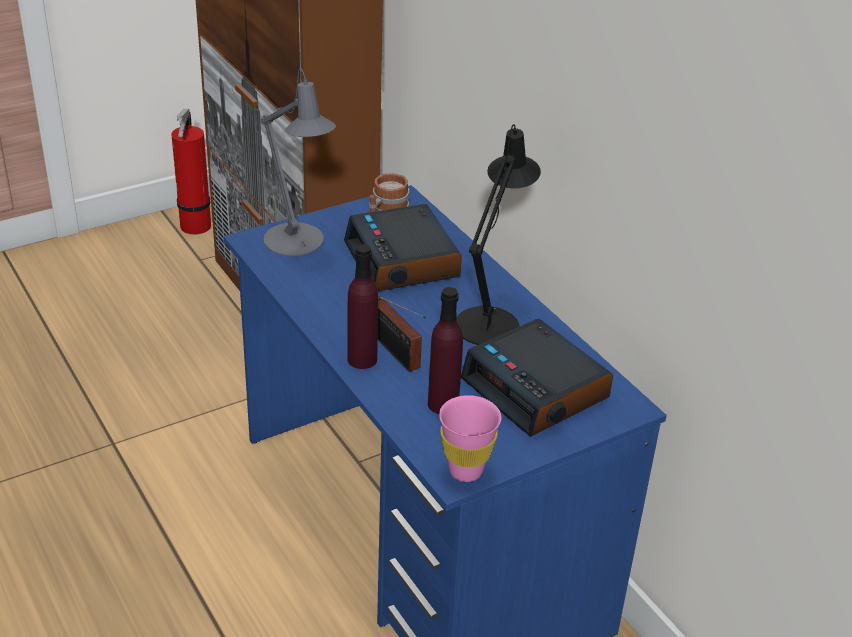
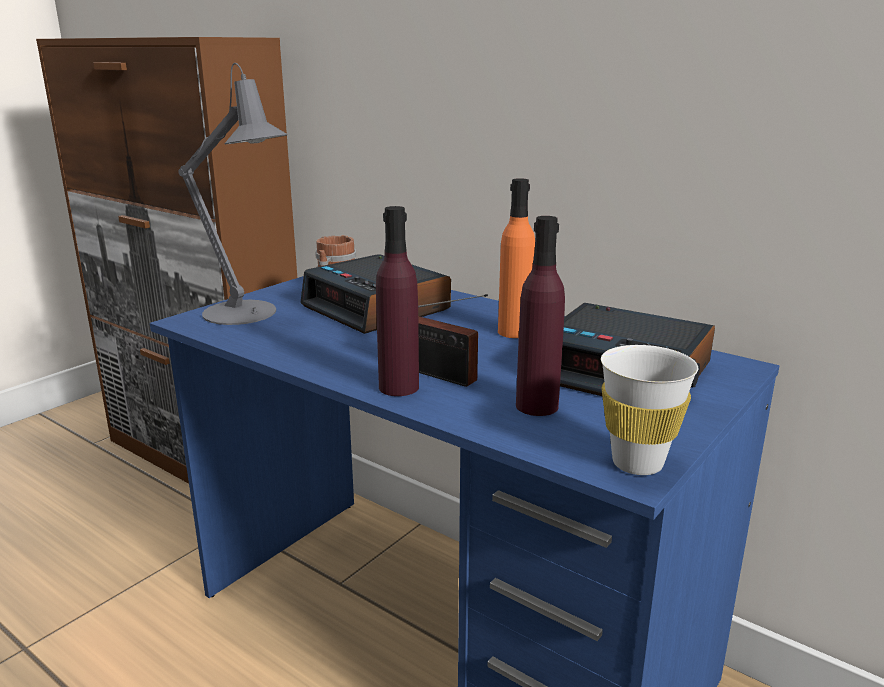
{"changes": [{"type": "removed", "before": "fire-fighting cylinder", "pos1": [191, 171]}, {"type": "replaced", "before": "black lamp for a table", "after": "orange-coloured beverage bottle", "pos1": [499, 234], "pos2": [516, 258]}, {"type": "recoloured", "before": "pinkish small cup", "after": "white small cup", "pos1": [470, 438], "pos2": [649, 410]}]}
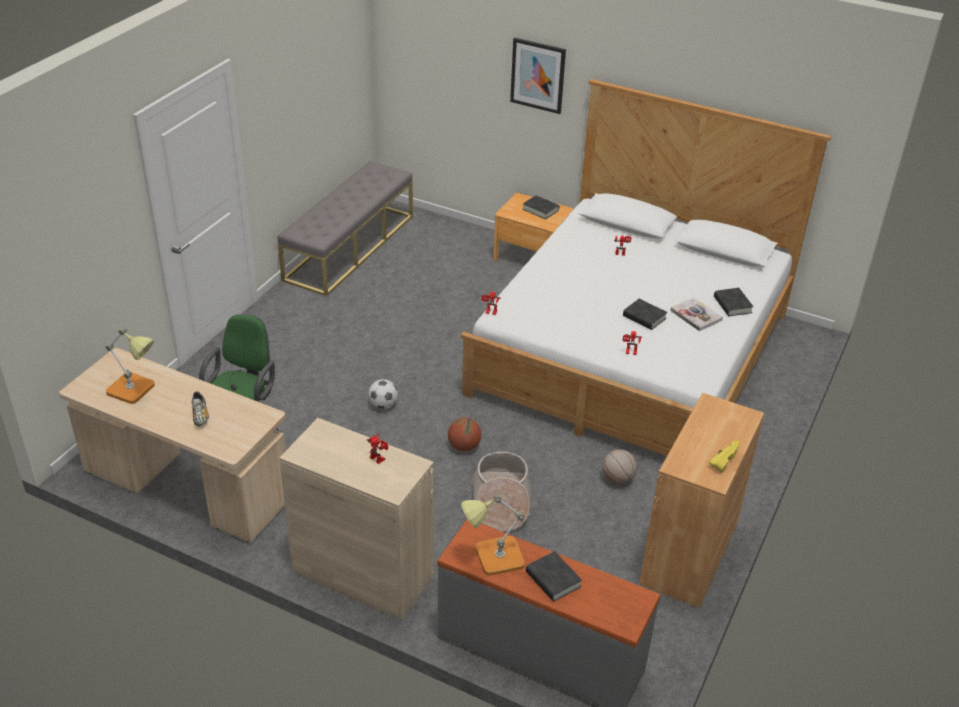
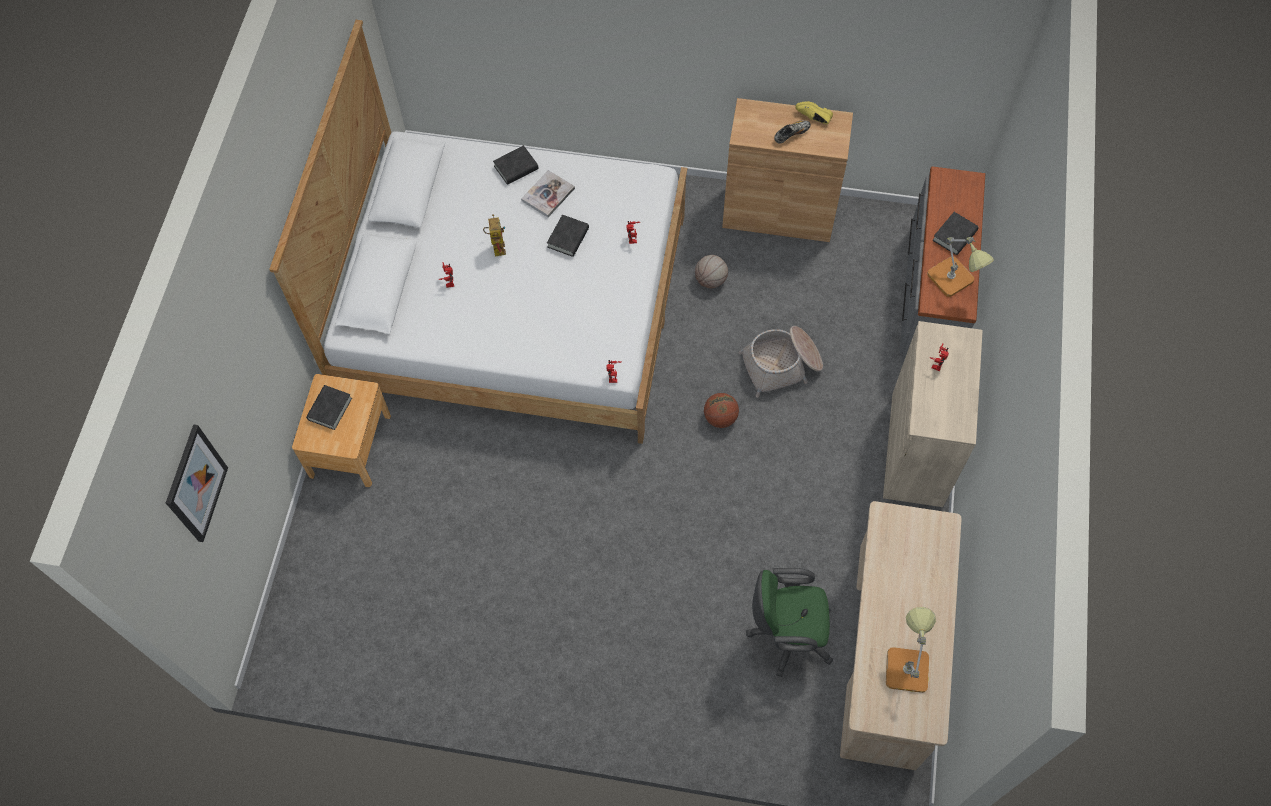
{"changes": [{"type": "moved", "before": "wall art", "pos1": [538, 76], "pos2": [197, 483]}, {"type": "removed", "before": "gray indoor bench", "pos1": [345, 228]}, {"type": "removed", "before": "football", "pos1": [383, 394]}, {"type": "moved", "before": "item of footwear", "pos1": [200, 408], "pos2": [792, 132]}, {"type": "added", "after": "toy robot", "pos2": [494, 235]}]}
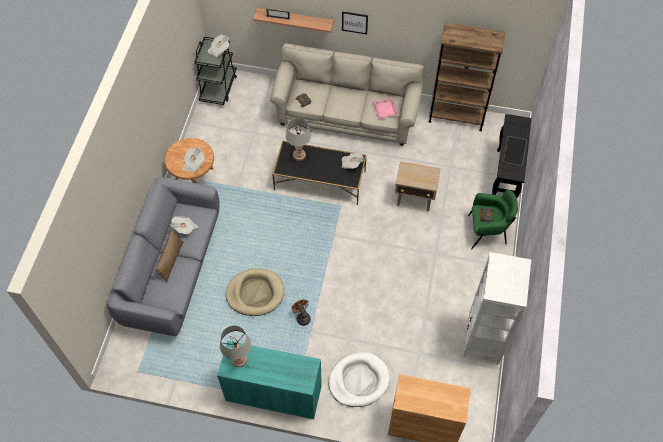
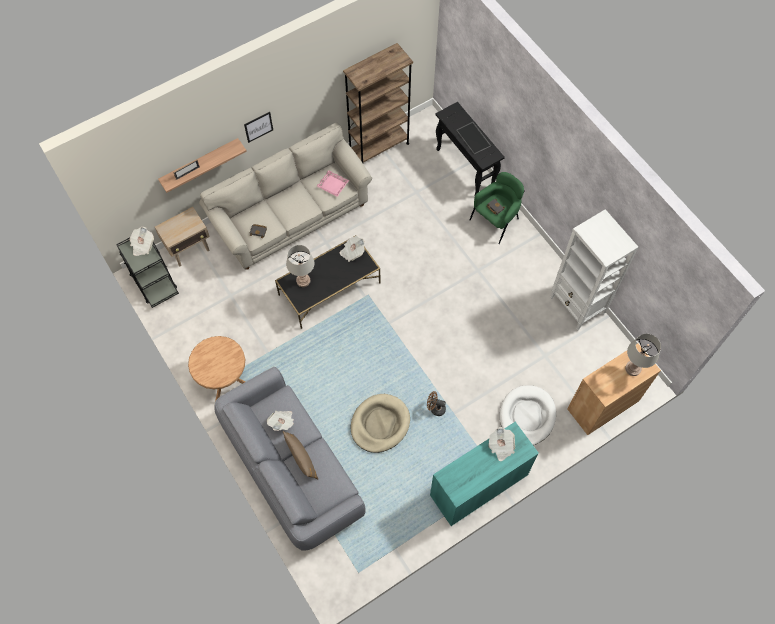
{"changes": [{"type": "moved", "before": "newspaper", "pos1": [194, 159], "pos2": [501, 444]}, {"type": "moved", "before": "beige-coloured side table", "pos1": [418, 186], "pos2": [182, 236]}, {"type": "moved", "before": "gray lamp for a table", "pos1": [235, 346], "pos2": [643, 355]}]}
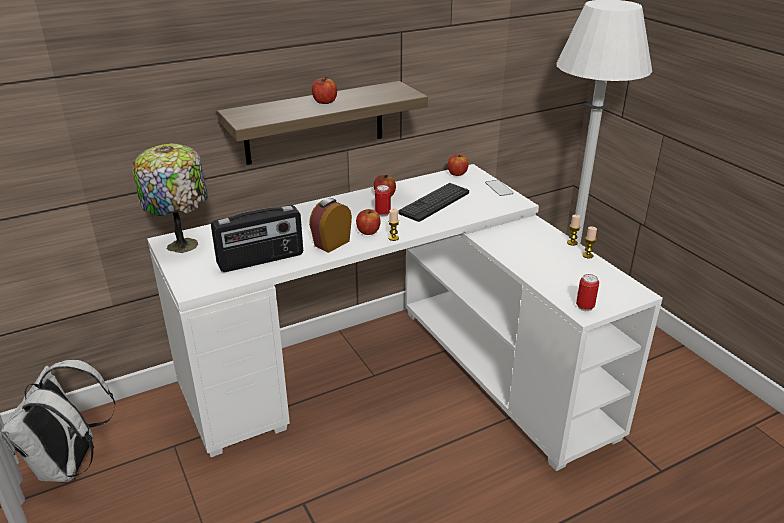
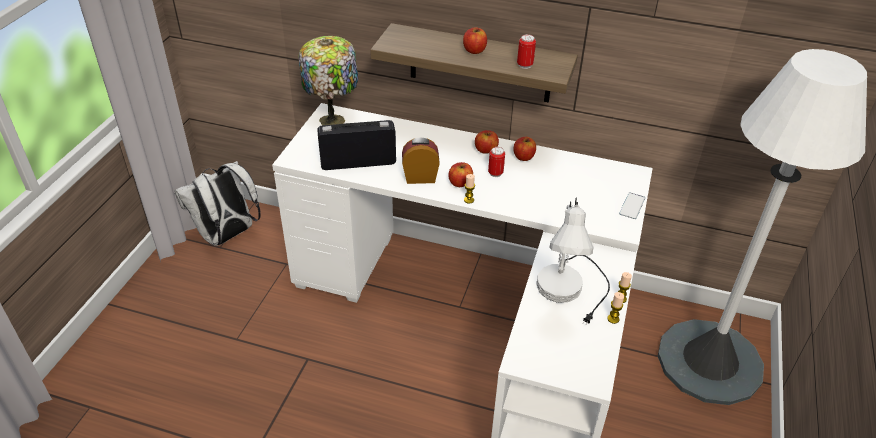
{"changes": [{"type": "moved", "before": "apple fruit", "pos1": [458, 165], "pos2": [487, 142]}, {"type": "removed", "before": "computer keyboard", "pos1": [433, 202]}, {"type": "turned", "before": "radio receiver", "pos1": [257, 238], "pos2": [356, 145], "turn": 150}, {"type": "moved", "before": "can", "pos1": [587, 292], "pos2": [526, 51]}, {"type": "added", "after": "white lamp for a table", "pos2": [573, 260]}]}
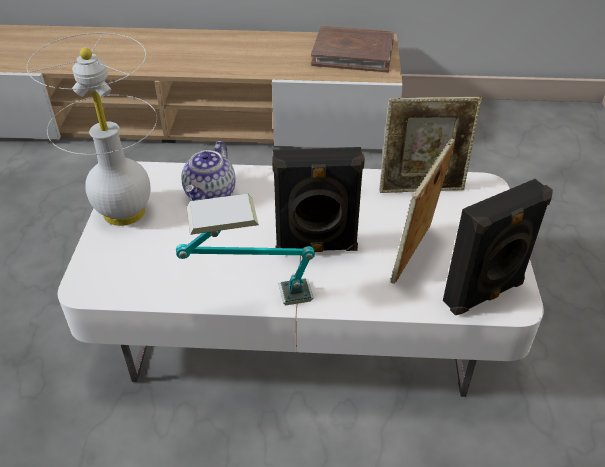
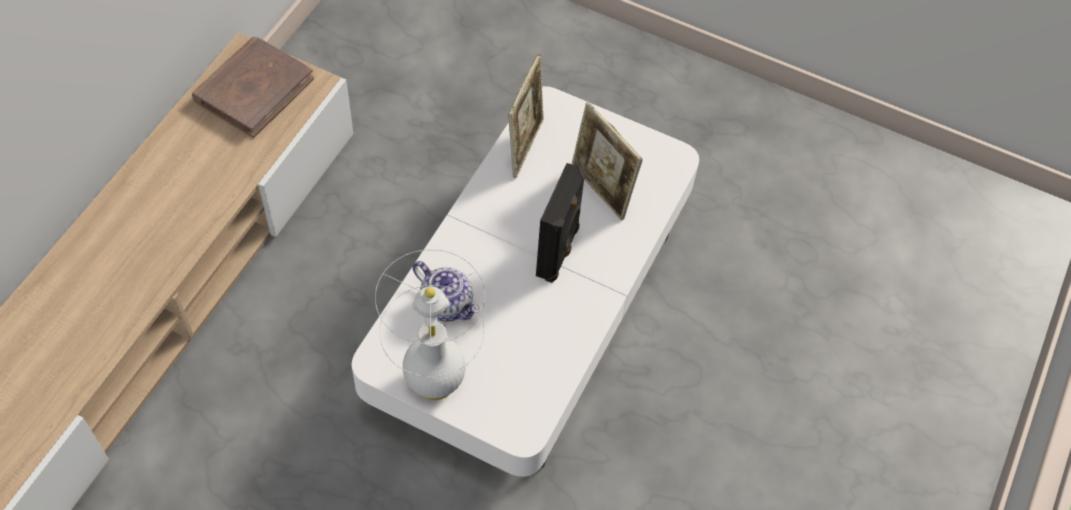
{"changes": [{"type": "removed", "before": "black speaker", "pos1": [498, 247]}, {"type": "removed", "before": "lamp for a table", "pos1": [245, 249]}]}
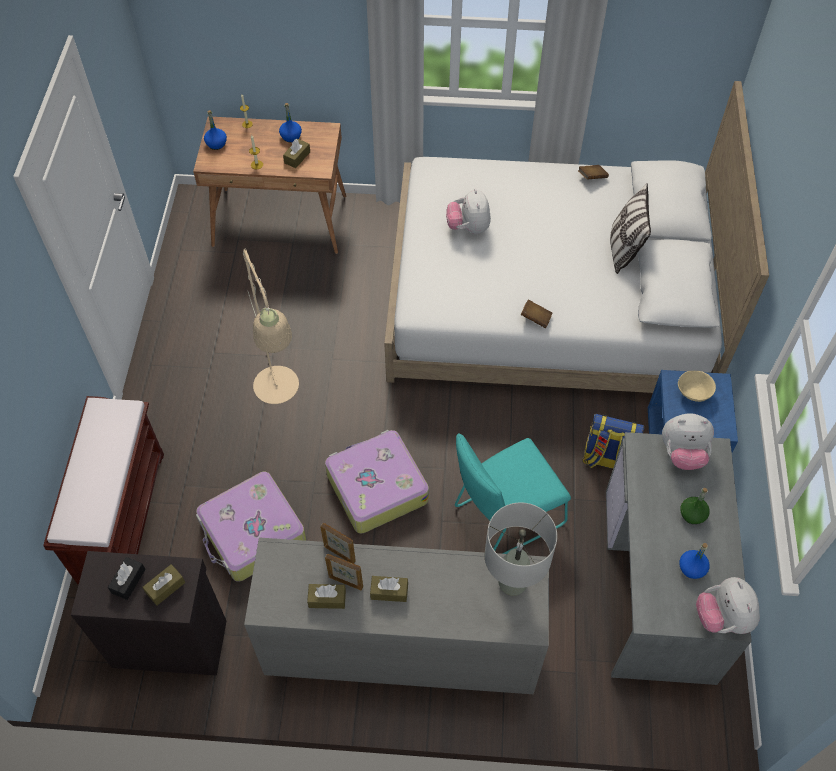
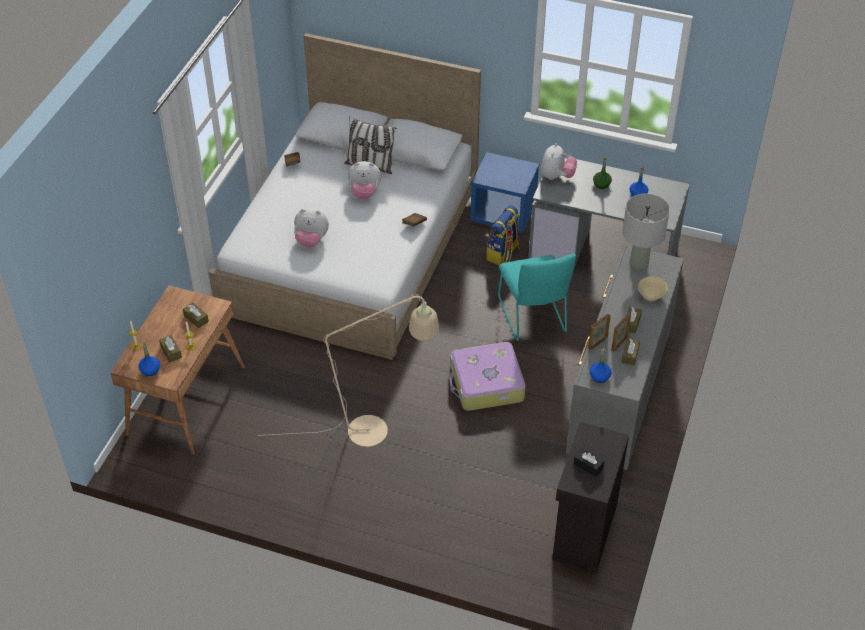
{"changes": [{"type": "moved", "before": "blue-coloured beverage bottle", "pos1": [290, 122], "pos2": [601, 365]}, {"type": "moved", "before": "beige-coloured deep dish", "pos1": [697, 386], "pos2": [653, 289]}, {"type": "removed", "before": "brown indoor bench", "pos1": [103, 490]}, {"type": "removed", "before": "piece of luggage", "pos1": [251, 527]}, {"type": "moved", "before": "brown box of tissues", "pos1": [163, 585], "pos2": [170, 348]}, {"type": "moved", "before": "soft toy", "pos1": [728, 605], "pos2": [364, 180]}]}
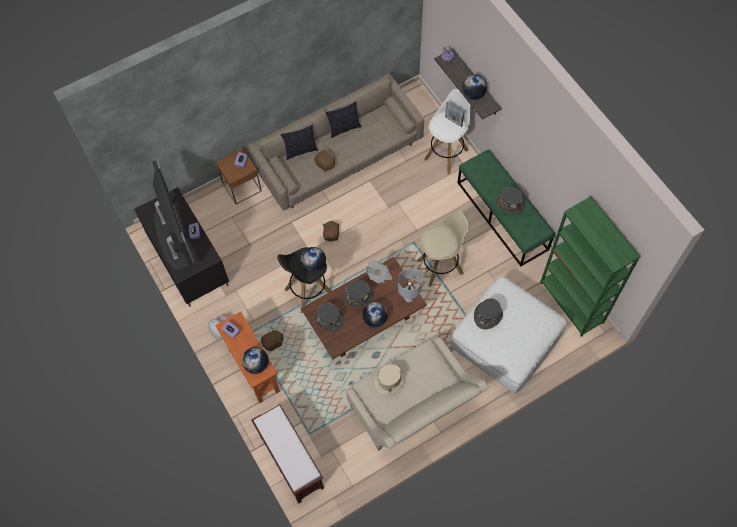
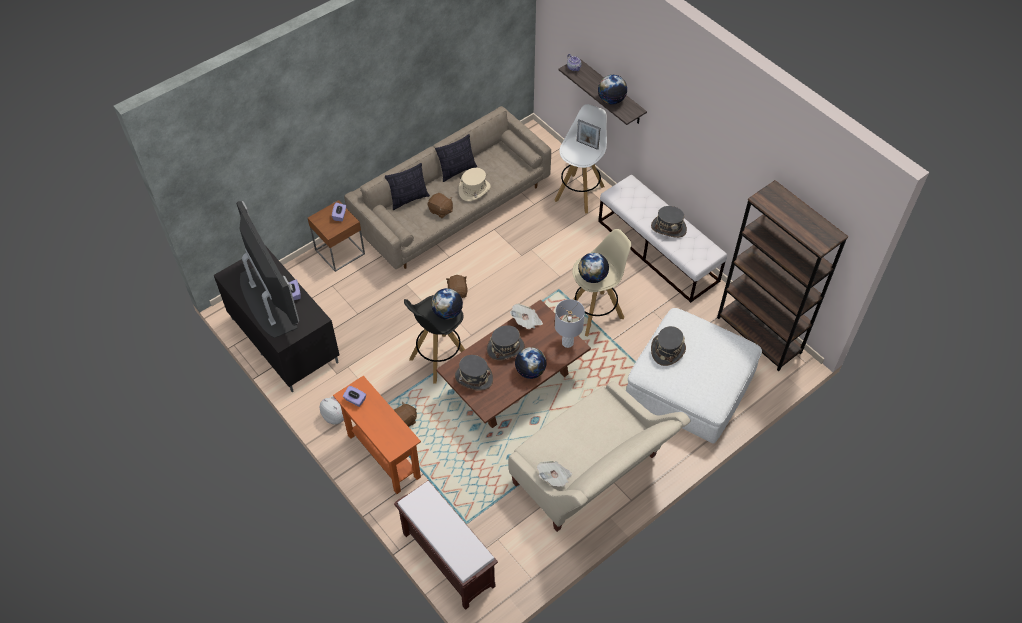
{"changes": [{"type": "recoloured", "before": "green indoor bench", "after": "white indoor bench", "pos1": [506, 208], "pos2": [662, 239]}, {"type": "recoloured", "before": "green bookcase", "after": "brown bookcase", "pos1": [590, 266], "pos2": [782, 275]}, {"type": "moved", "before": "globe", "pos1": [255, 360], "pos2": [593, 268]}, {"type": "moved", "before": "beige-coloured clothing hat", "pos1": [389, 379], "pos2": [474, 184]}, {"type": "added", "after": "newspaper", "pos2": [555, 474]}]}
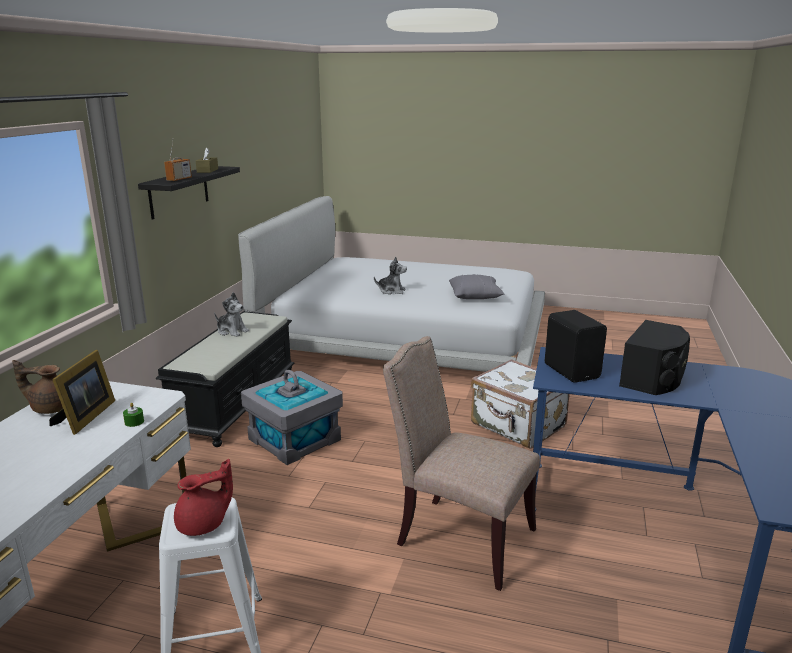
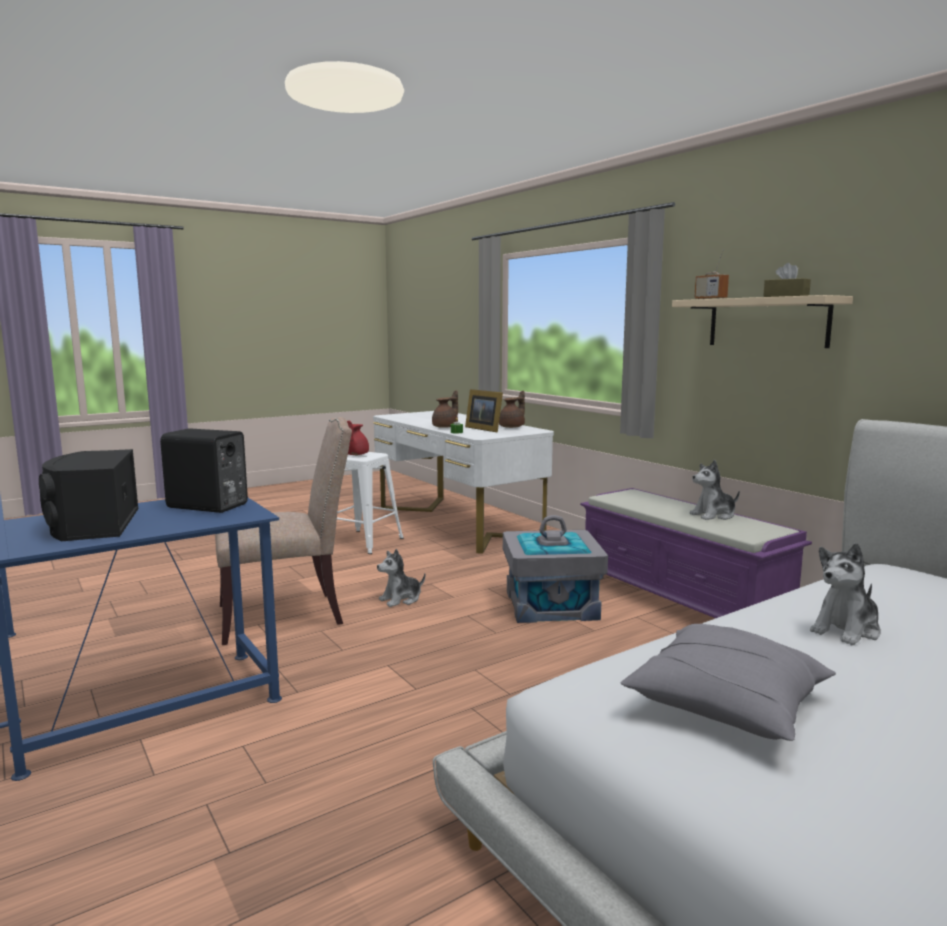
{"changes": [{"type": "recoloured", "before": "black bracket shelf", "after": "beige-coloured bracket shelf", "pos1": [189, 193], "pos2": [762, 321]}, {"type": "recoloured", "before": "black indoor bench", "after": "purplish indoor bench", "pos1": [225, 379], "pos2": [696, 553]}, {"type": "removed", "before": "white piece of luggage", "pos1": [520, 404]}, {"type": "added", "after": "brown teapot", "pos2": [445, 409]}, {"type": "added", "after": "soft toy", "pos2": [401, 578]}]}
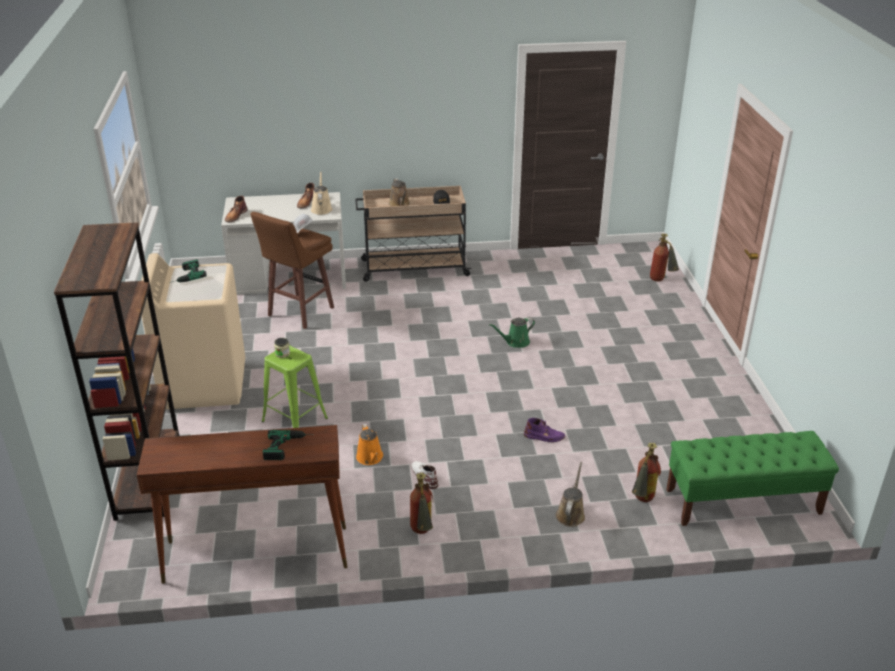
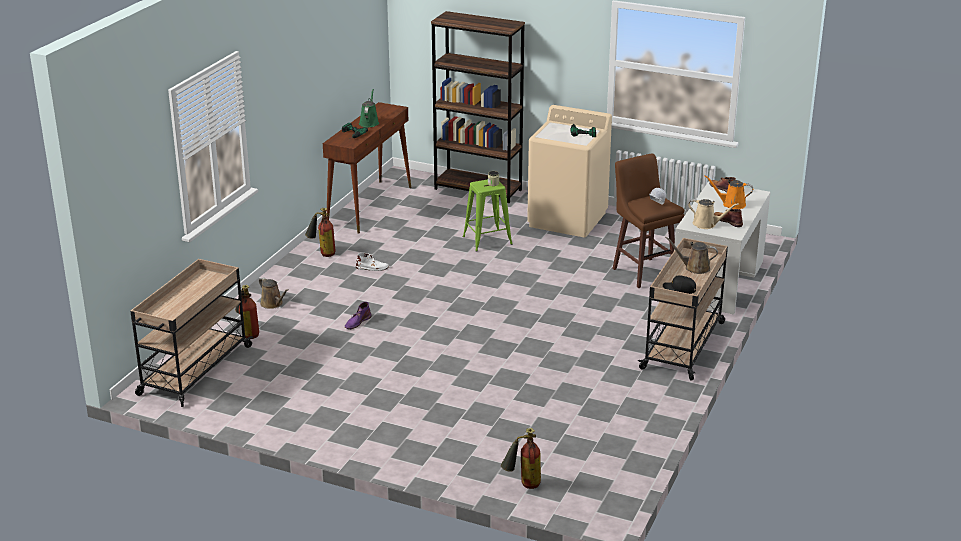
{"changes": [{"type": "moved", "before": "green sprinkling can", "pos1": [512, 333], "pos2": [369, 108]}, {"type": "moved", "before": "orange-coloured sprinkling can", "pos1": [369, 444], "pos2": [728, 192]}, {"type": "replaced", "before": "green indoor bench", "after": "beige-coloured wheeled cart", "pos1": [752, 478], "pos2": [191, 333]}]}
